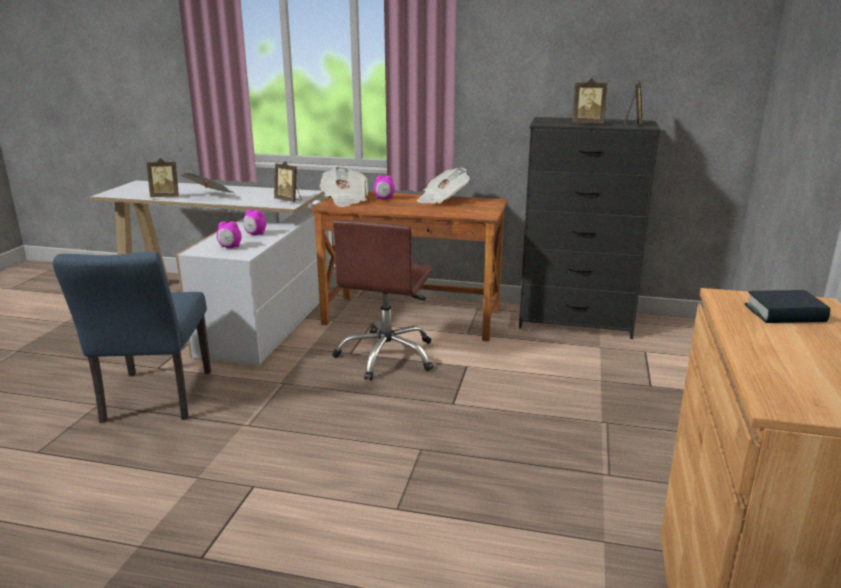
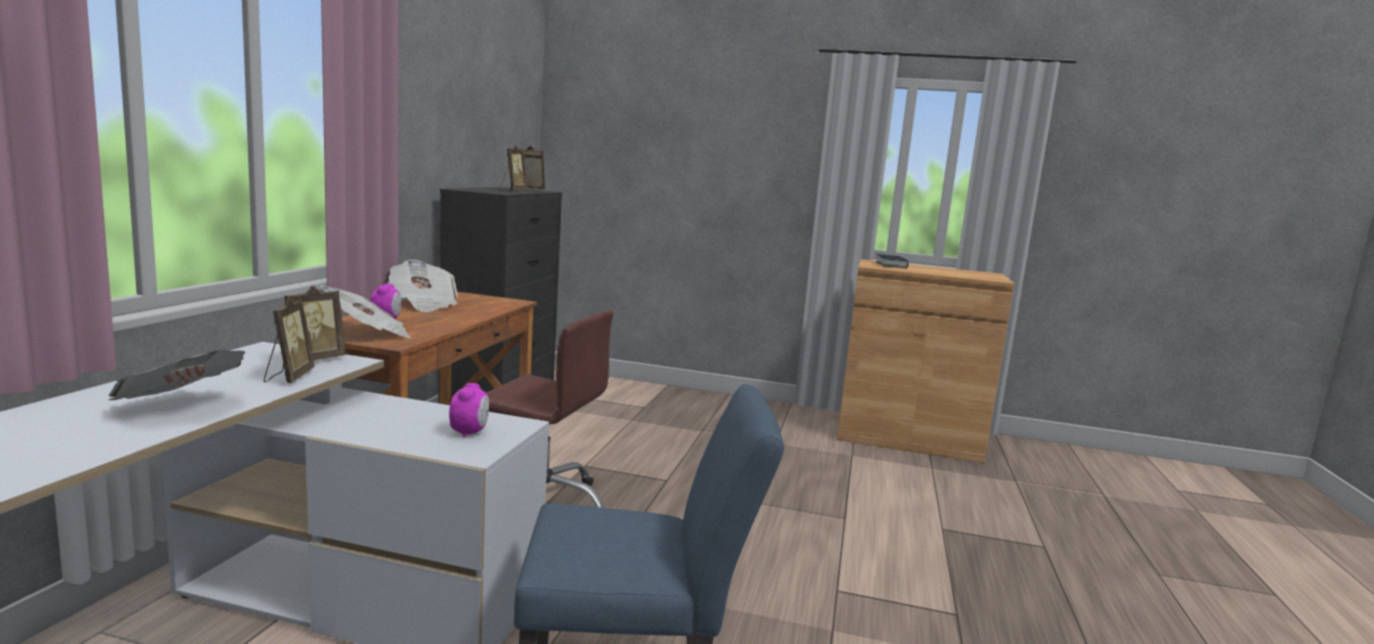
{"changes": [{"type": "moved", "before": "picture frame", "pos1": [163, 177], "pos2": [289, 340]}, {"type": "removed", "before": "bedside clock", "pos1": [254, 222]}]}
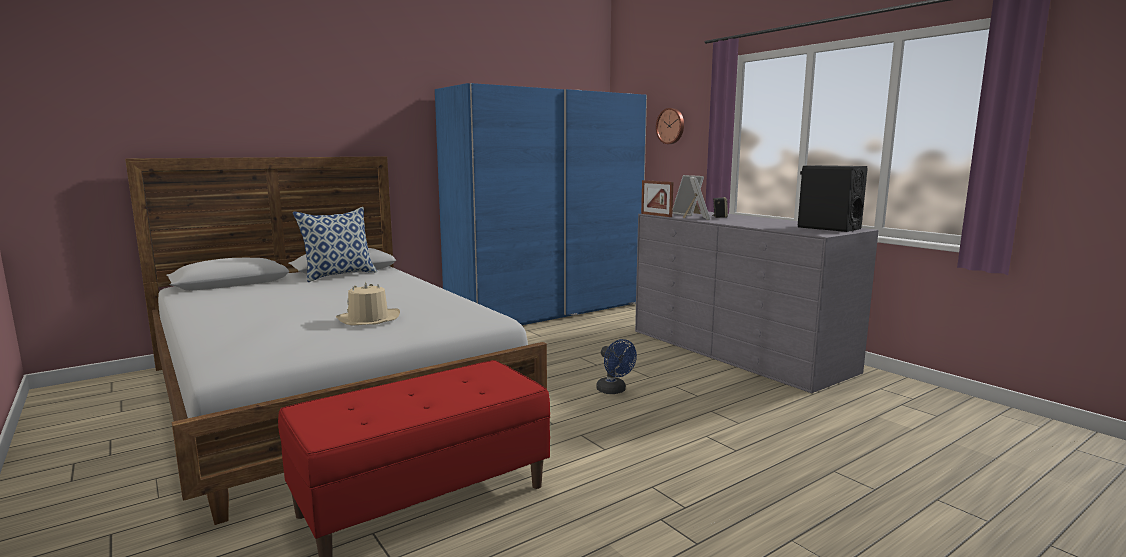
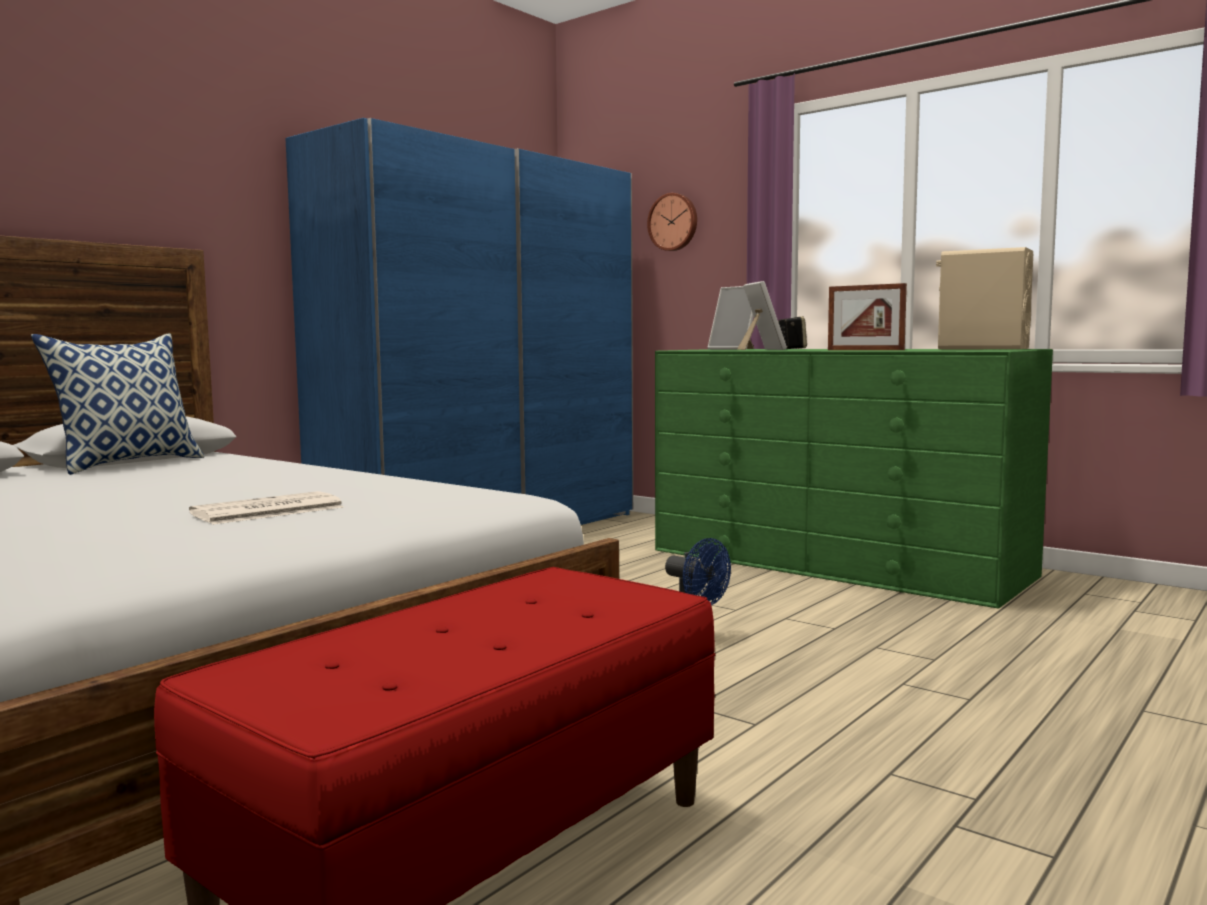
{"changes": [{"type": "recoloured", "before": "black speaker", "after": "beige-coloured speaker", "pos1": [833, 198], "pos2": [984, 298]}, {"type": "moved", "before": "picture frame", "pos1": [657, 198], "pos2": [867, 316]}, {"type": "recoloured", "before": "gray drawer chest", "after": "green drawer chest", "pos1": [757, 302], "pos2": [854, 479]}, {"type": "replaced", "before": "beige-coloured clothing hat", "after": "newspaper", "pos1": [368, 304], "pos2": [266, 508]}]}
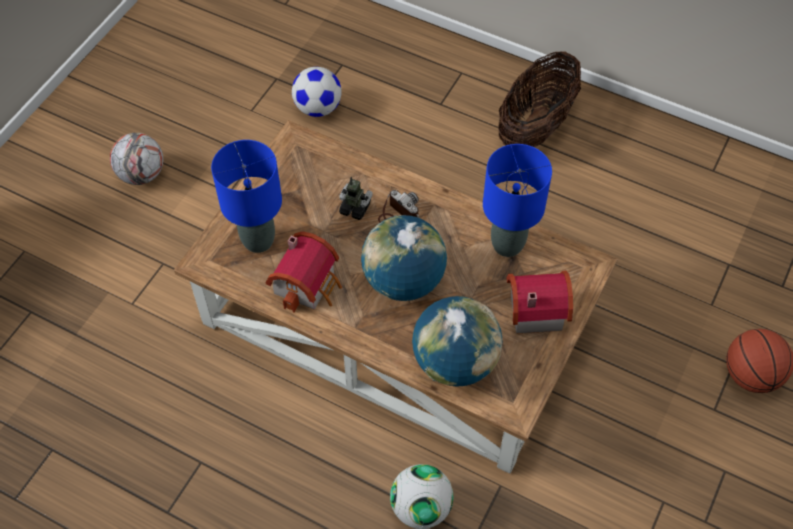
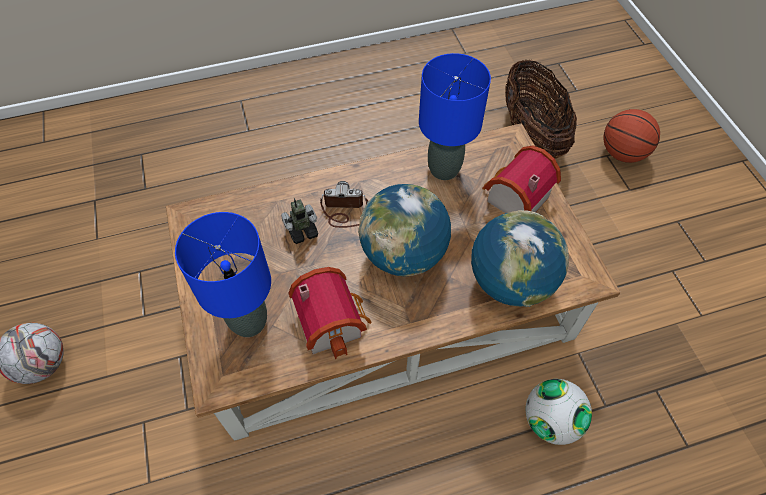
{"changes": [{"type": "moved", "before": "storage basket", "pos1": [539, 99], "pos2": [541, 109]}, {"type": "removed", "before": "football", "pos1": [317, 92]}]}
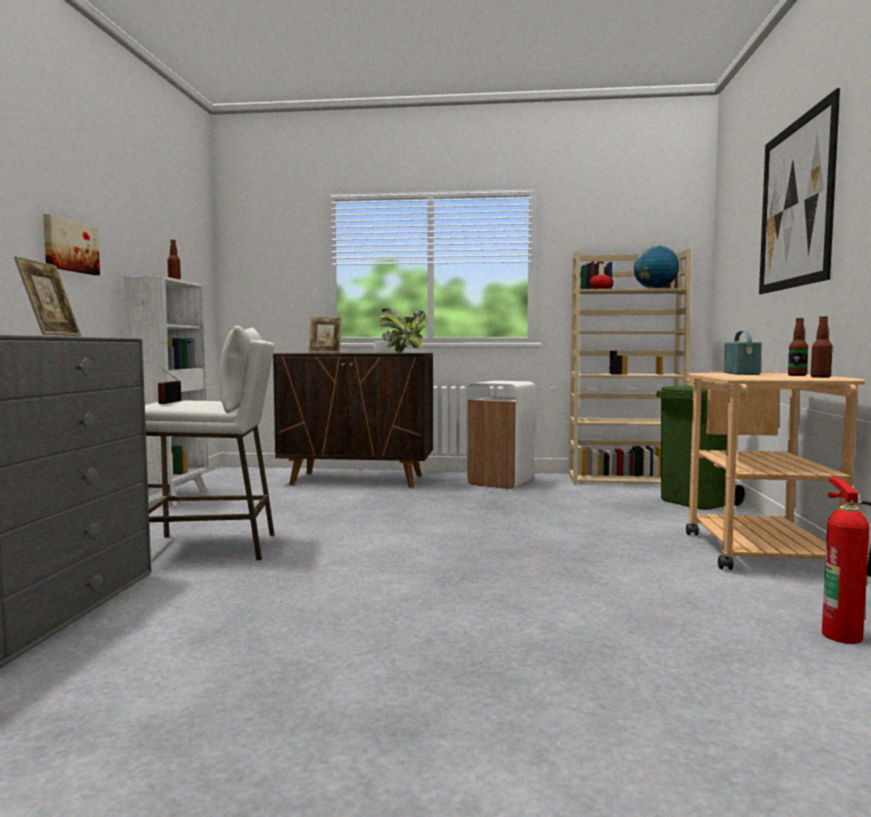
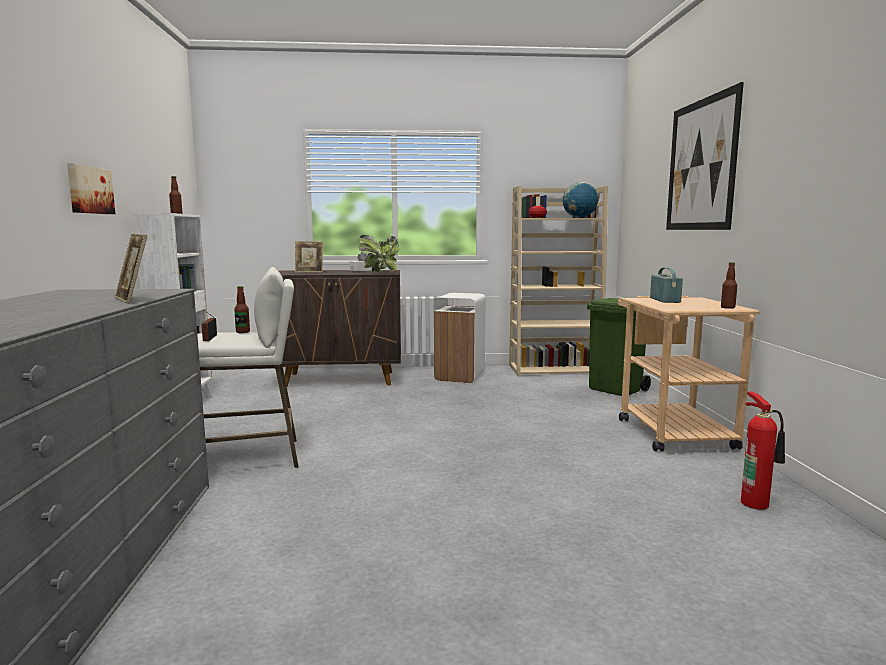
{"changes": [{"type": "turned", "before": "picture frame", "pos1": [47, 296], "pos2": [130, 268], "turn": 150}, {"type": "moved", "before": "beverage bottle", "pos1": [798, 347], "pos2": [242, 309]}]}
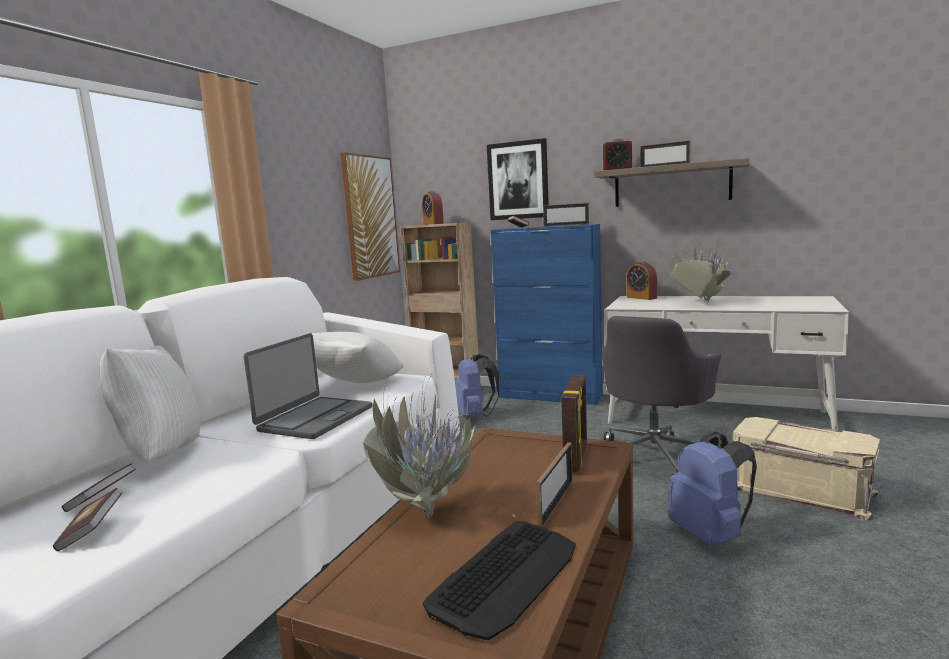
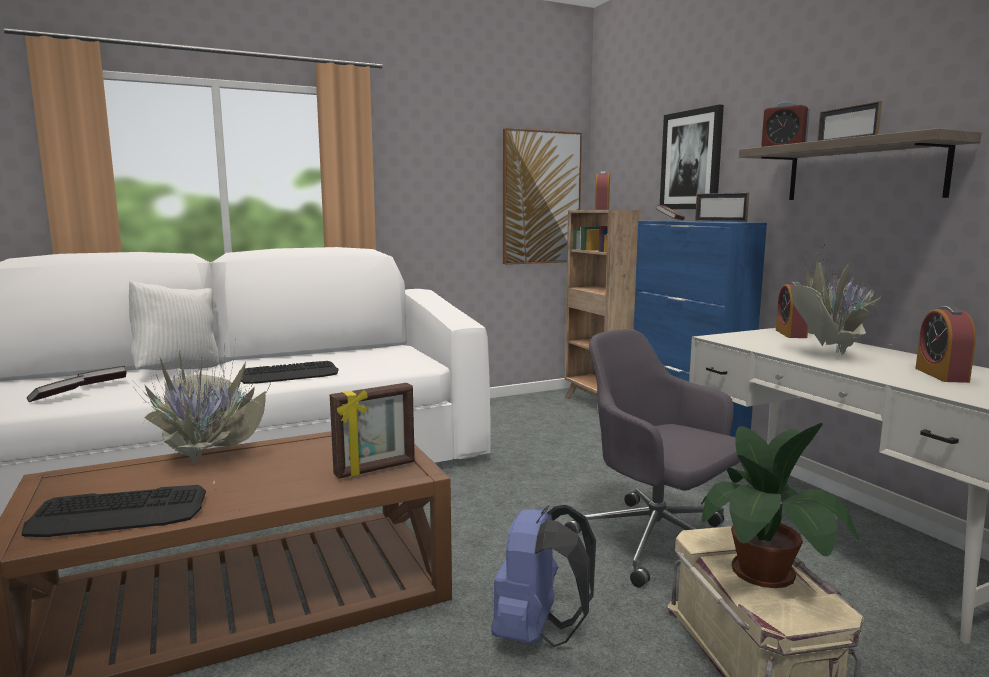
{"changes": [{"type": "turned", "before": "gray computer chair", "pos1": [661, 400], "pos2": [652, 458], "turn": 60}, {"type": "removed", "before": "white throw pillow", "pos1": [348, 357]}, {"type": "replaced", "before": "laptop", "after": "computer keyboard", "pos1": [308, 386], "pos2": [288, 372]}, {"type": "removed", "before": "blue-coloured backpack", "pos1": [477, 386]}, {"type": "removed", "before": "picture frame", "pos1": [554, 485]}, {"type": "added", "after": "bedside clock", "pos2": [945, 344]}, {"type": "added", "after": "potted plant", "pos2": [780, 505]}]}
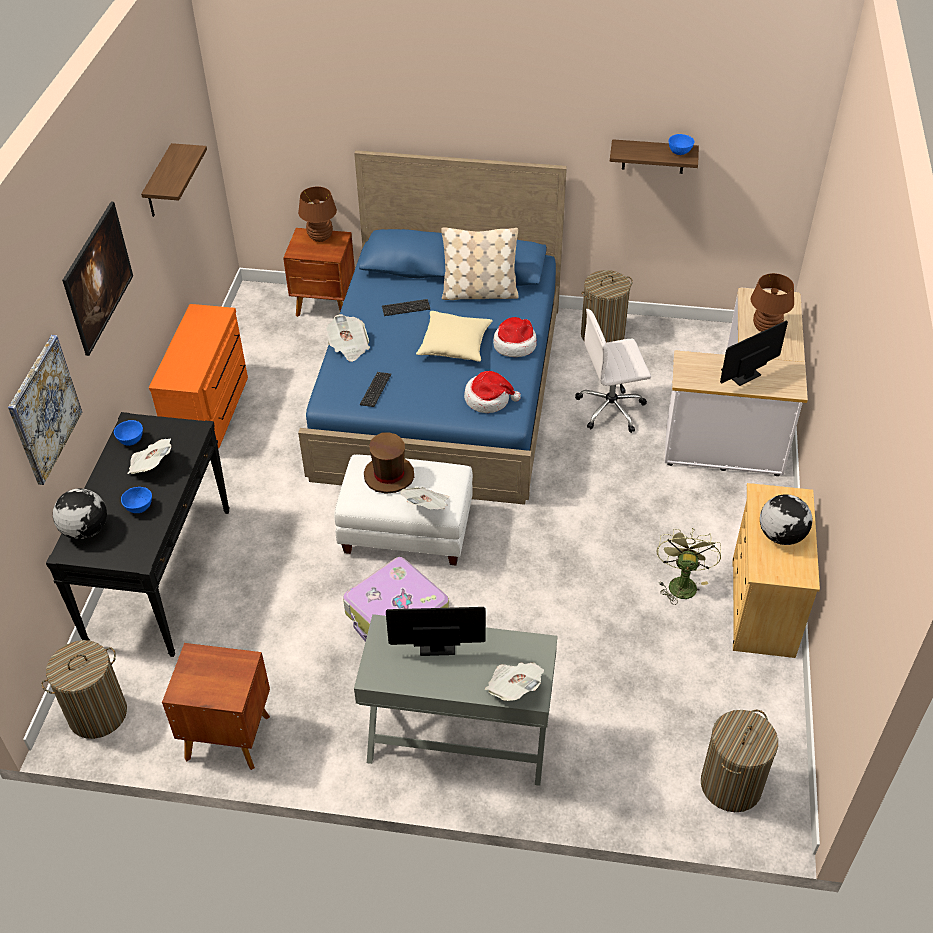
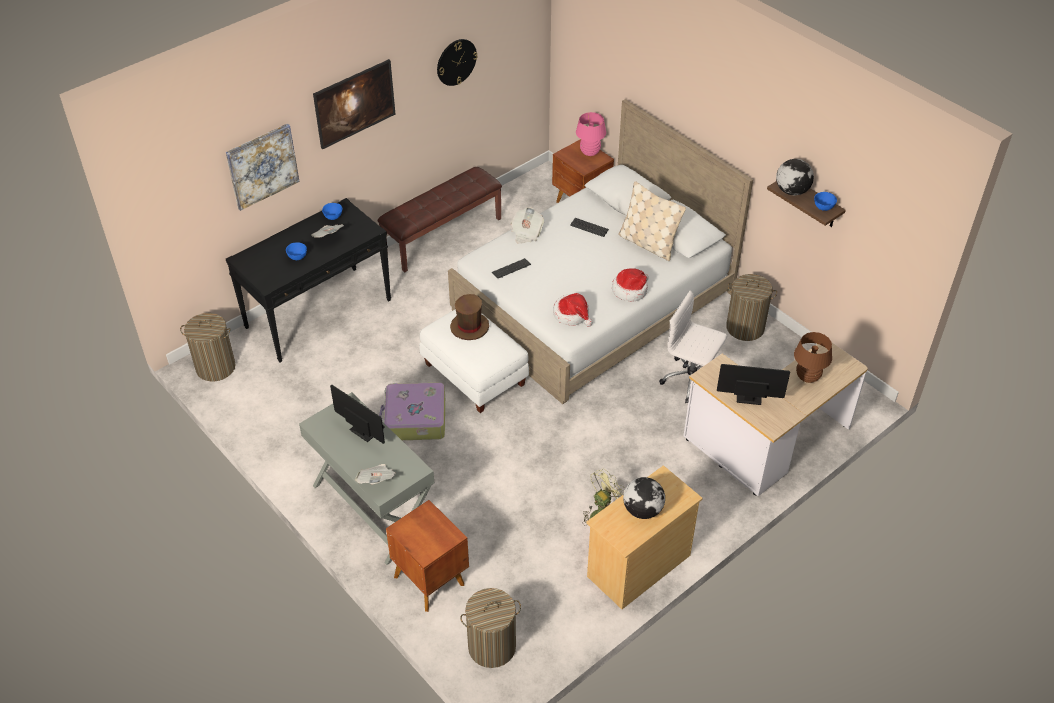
{"changes": [{"type": "replaced", "before": "bracket shelf", "after": "wall clock", "pos1": [174, 180], "pos2": [457, 62]}, {"type": "recoloured", "before": "blue-coloured sleeping bed", "after": "white sleeping bed", "pos1": [432, 327], "pos2": [600, 251]}, {"type": "recoloured", "before": "brown lamp for a table", "after": "pinkish lamp for a table", "pos1": [317, 214], "pos2": [591, 134]}, {"type": "replaced", "before": "orange-coloured drawer chest", "after": "brown indoor bench", "pos1": [198, 376], "pos2": [440, 219]}, {"type": "removed", "before": "beige-coloured throw pillow", "pos1": [454, 336]}, {"type": "removed", "before": "newspaper", "pos1": [424, 498]}, {"type": "moved", "before": "globe", "pos1": [80, 514], "pos2": [795, 177]}, {"type": "moved", "before": "brown night table", "pos1": [216, 706], "pos2": [427, 556]}]}
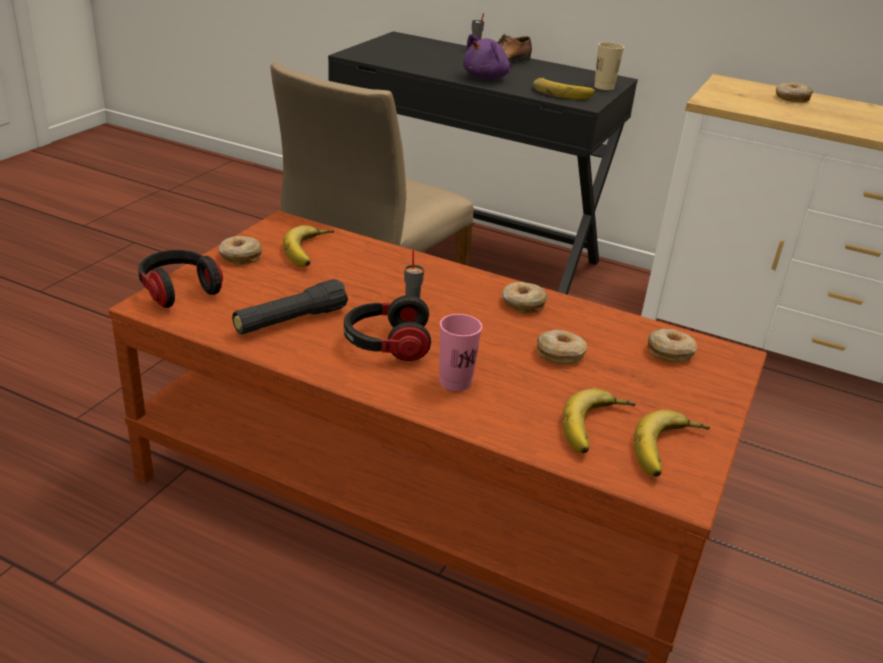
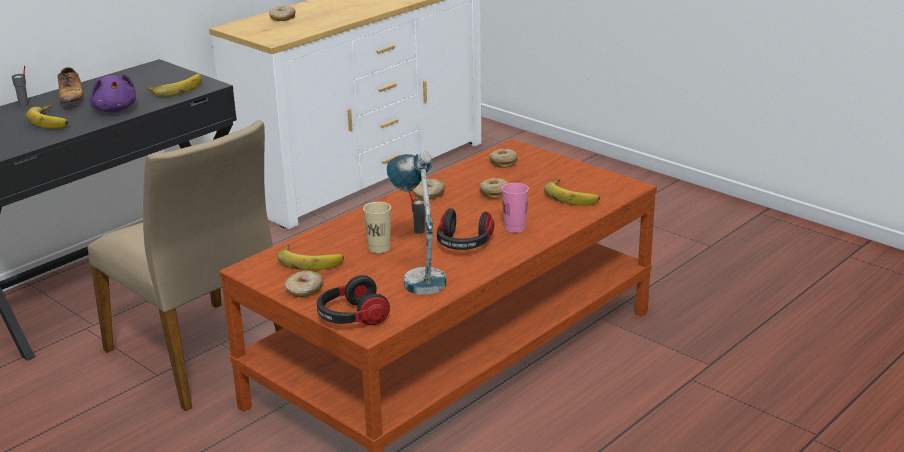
{"changes": [{"type": "moved", "before": "beige-coloured small cup", "pos1": [609, 66], "pos2": [377, 227]}, {"type": "replaced", "before": "black hand torch", "after": "lamp for a table", "pos1": [290, 306], "pos2": [416, 223]}, {"type": "moved", "before": "banana", "pos1": [672, 443], "pos2": [47, 117]}]}
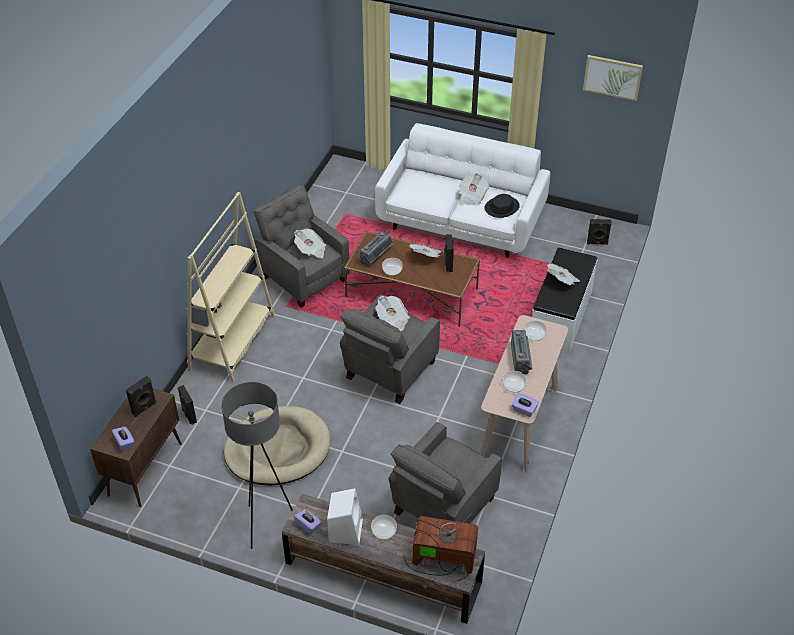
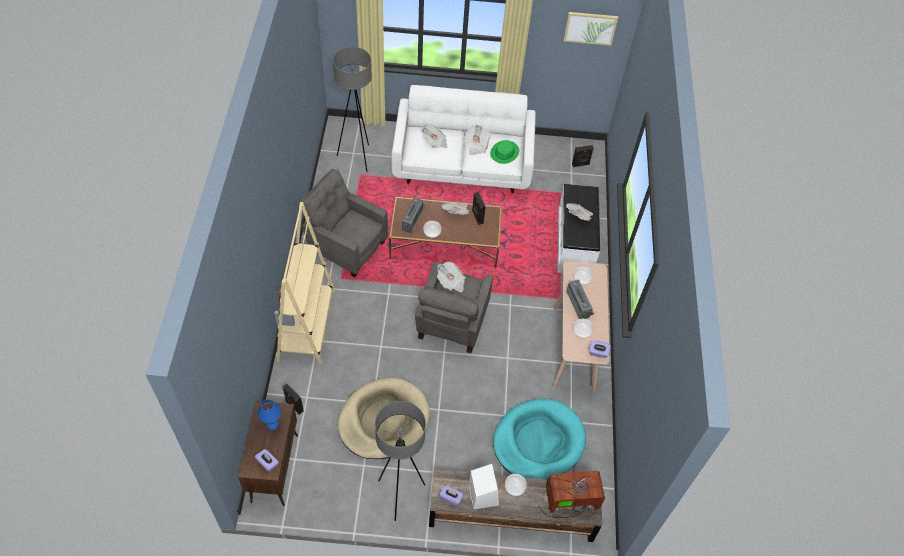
{"changes": [{"type": "recoloured", "before": "black clothing hat", "after": "green clothing hat", "pos1": [502, 206], "pos2": [504, 152]}, {"type": "moved", "before": "newspaper", "pos1": [310, 243], "pos2": [434, 136]}, {"type": "replaced", "before": "black speaker", "after": "blue-coloured lamp for a table", "pos1": [141, 396], "pos2": [269, 414]}, {"type": "replaced", "before": "gray easy chair", "after": "turquoise dog cushion", "pos1": [445, 473], "pos2": [539, 439]}, {"type": "added", "after": "gray floor lamp", "pos2": [352, 109]}]}
